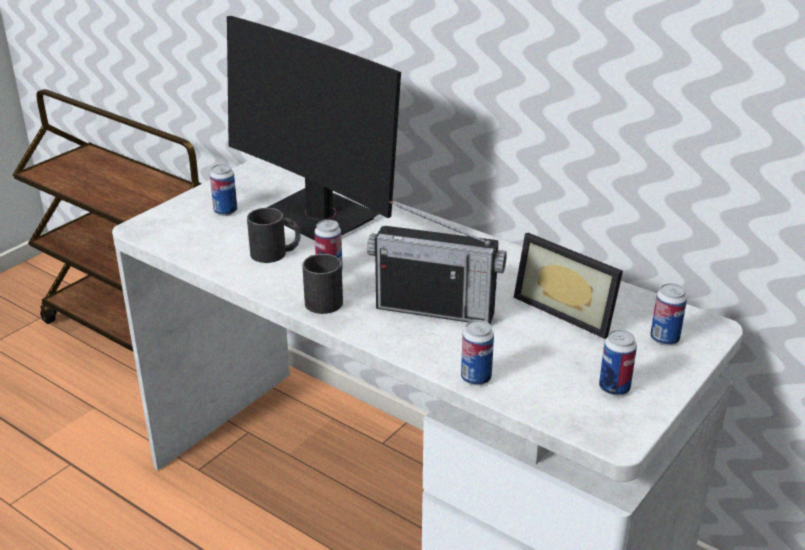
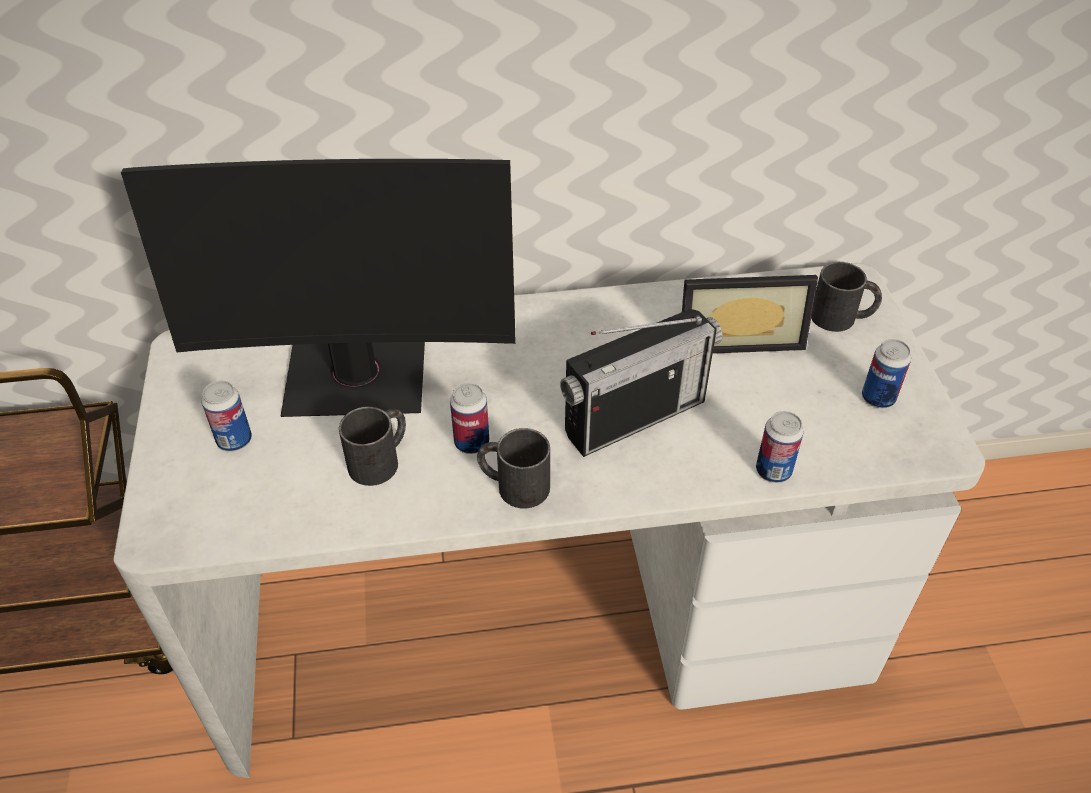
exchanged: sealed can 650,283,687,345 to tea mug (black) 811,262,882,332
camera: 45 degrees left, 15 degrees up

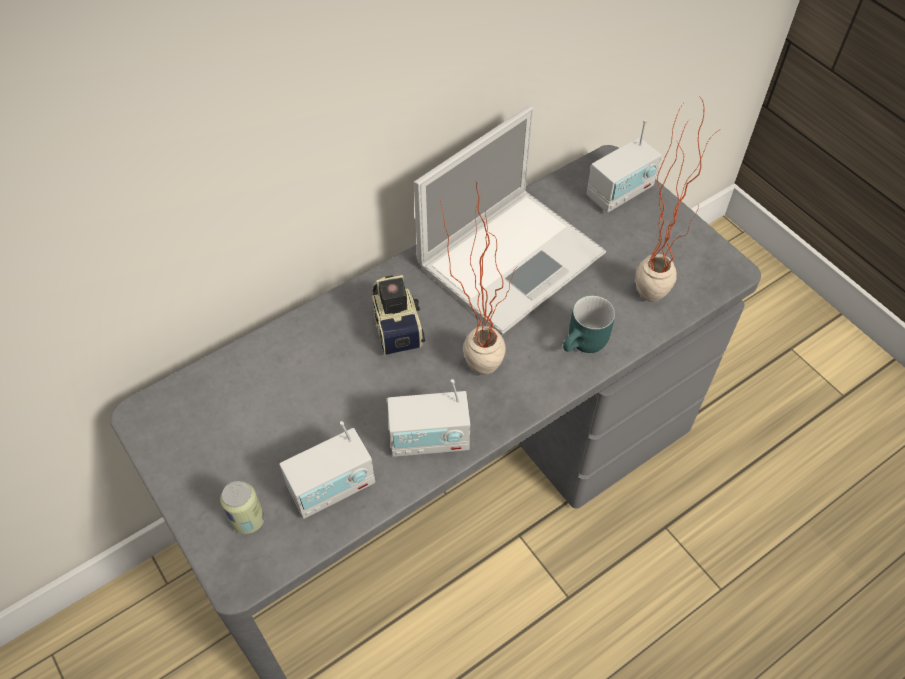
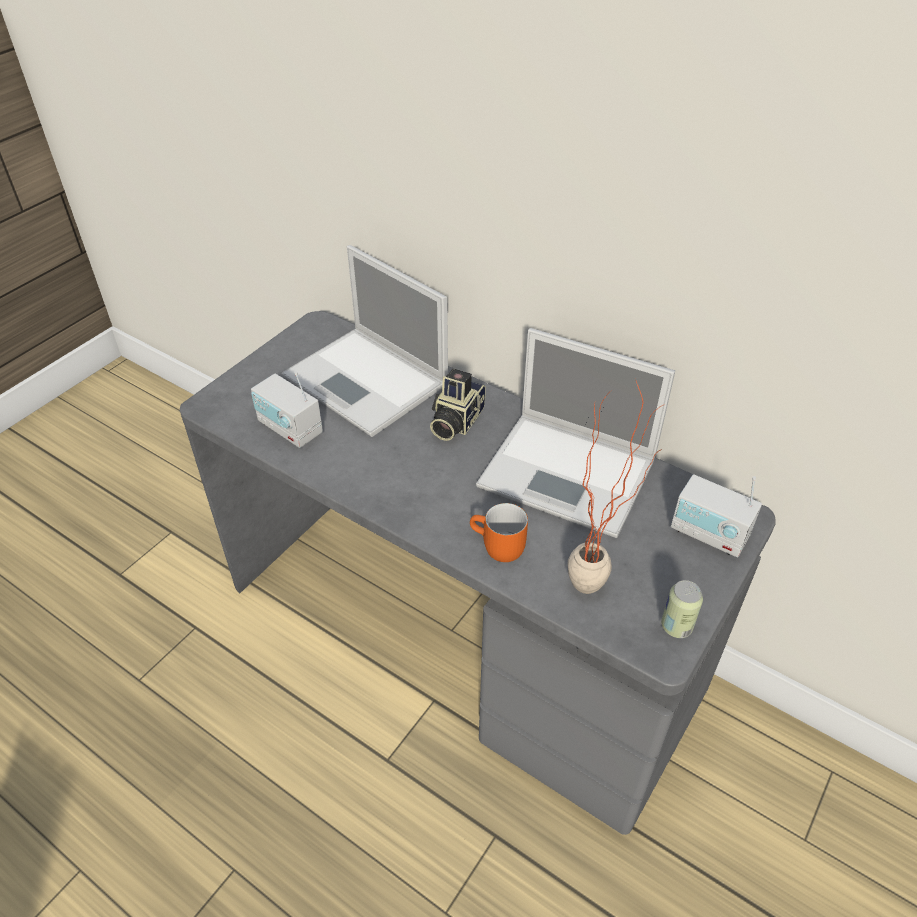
missing: radio receiver 387,379,470,457; plant in a pot 440,182,517,375
appeared: portable computer 282,245,448,437
relocated: sealed can 220,481,265,534 to 661,580,703,638
colour: tea mug (turquoise-coloured) 563,295,615,353 to tea mug (orange-coloured) 470,503,528,562
spun: still camera 372,275,425,356 = 430,368,486,441 150 degrees clockwise
camera: 70 degrees right, 10 degrees down

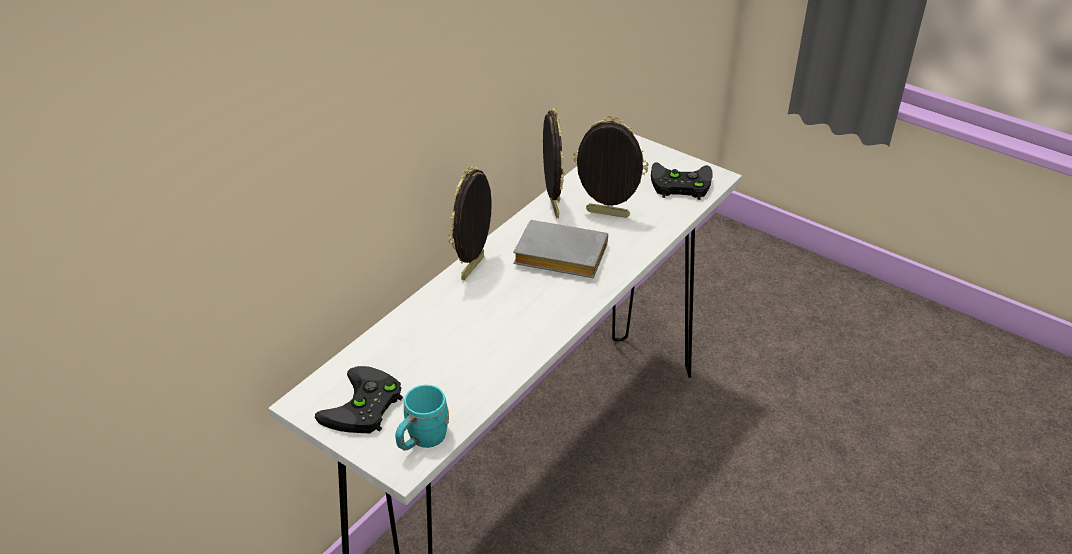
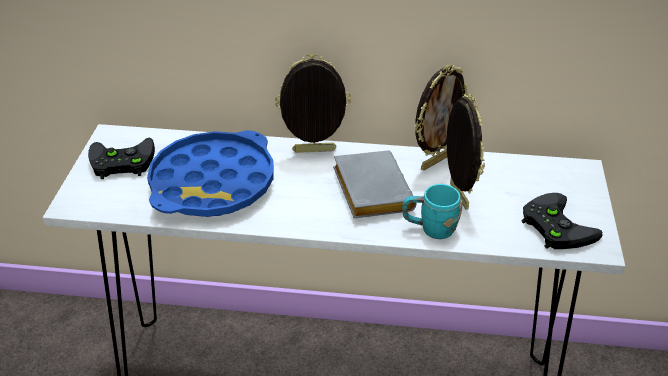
appeared: tray (bluish) 147,130,273,217
relocated: tea mug (turquoise-coloured) 395,385,449,451 to 403,184,462,239
camera: 60 degrees right, 0 degrees up

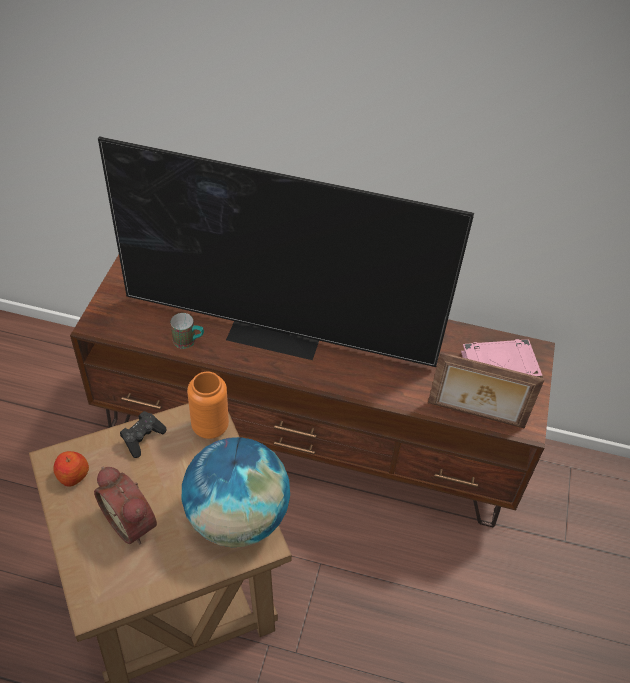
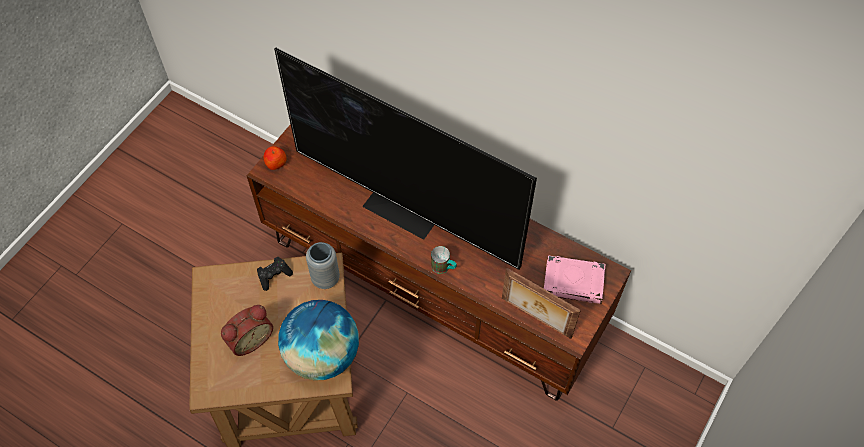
relocated: apple fruit 53,451,89,487 to 263,146,287,170; tea mug 171,313,204,349 to 431,246,457,274
colour: vase (orange-coloured) 187,372,229,439 to vase (greyish) 306,242,340,289
spun: bedside clock 94,467,157,544 = 221,305,273,356 105 degrees counterclockwise
camera: 20 degrees right, 10 degrees up

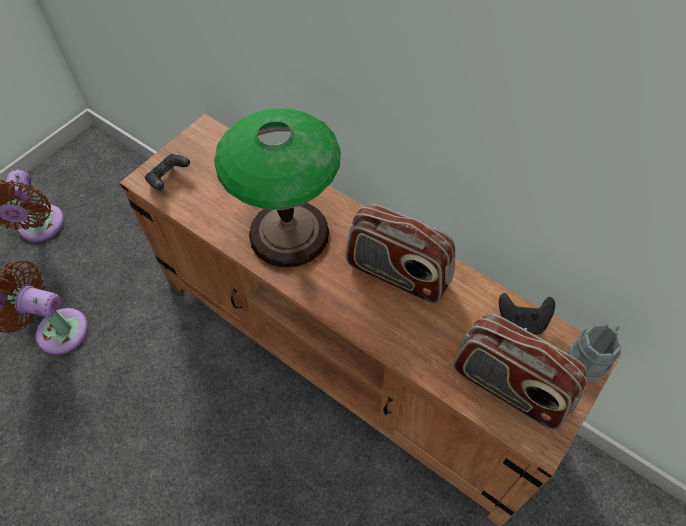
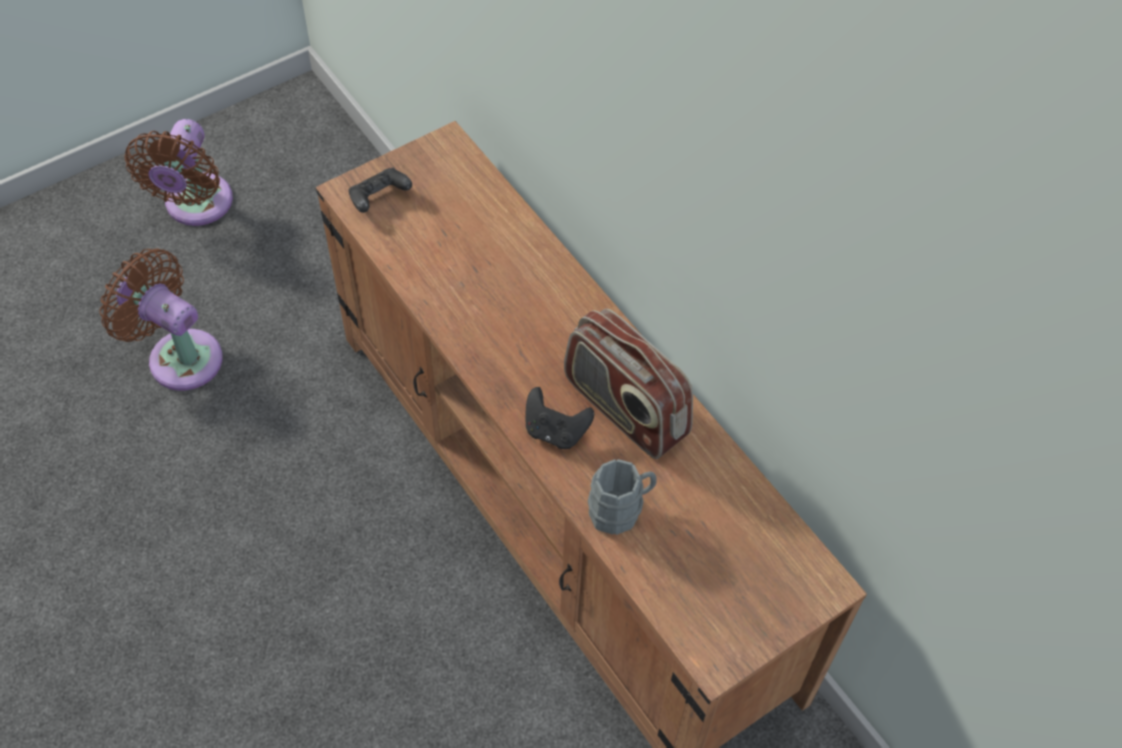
missing: table lamp 214,109,341,267; radio receiver 453,313,587,430
relocated: joypad (black) 499,293,555,335 to 526,387,594,449; tea mug (greyish) 568,324,622,382 to 588,459,657,535
camera: 15 degrees right, 0 degrees up

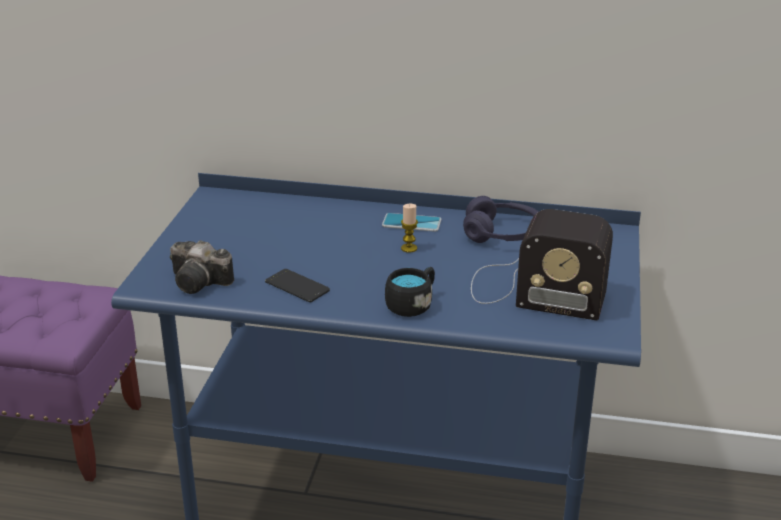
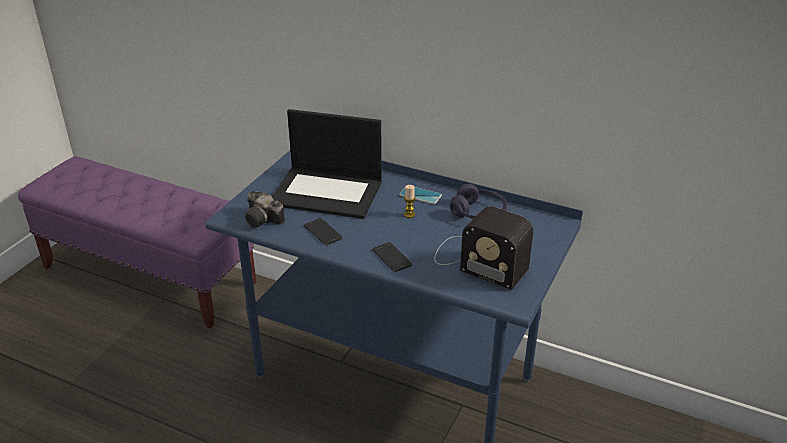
appeared: portable computer 272,109,382,219
exchanged: tea mug (black) 385,267,435,317 to handset 372,242,412,272
camera: 15 degrees right, 5 degrees up

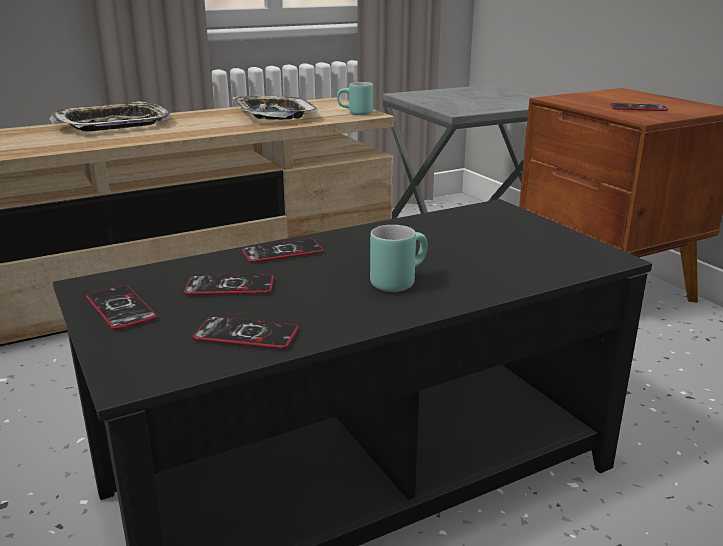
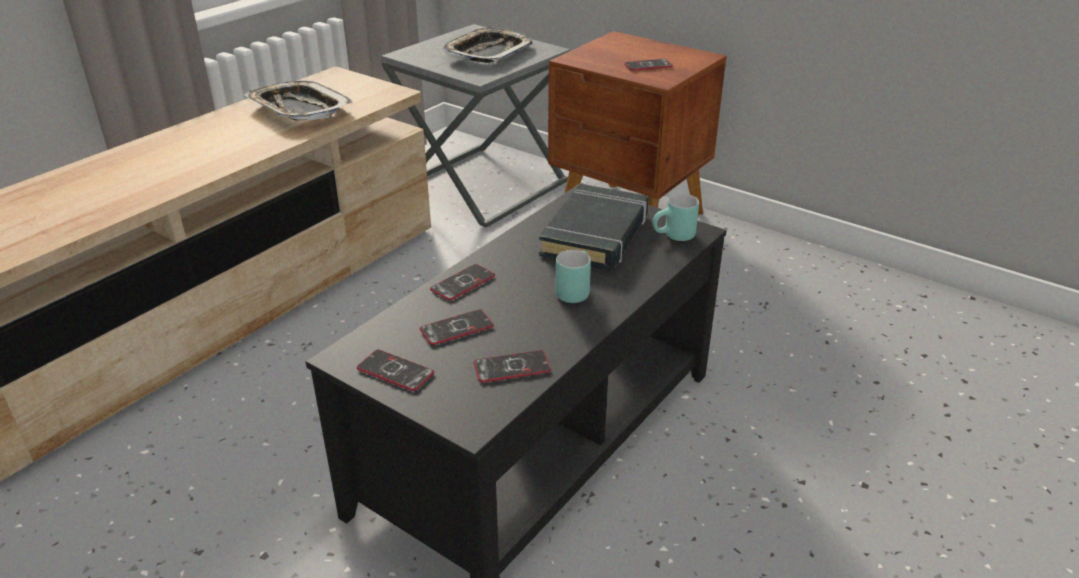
appeared: volume (black) 539,184,649,271
relocated: tray 49,101,172,132 to 443,27,533,63; tea mug (turquoise-coloured) 337,82,373,115 to 653,194,699,241
camera: 25 degrees left, 10 degrees up

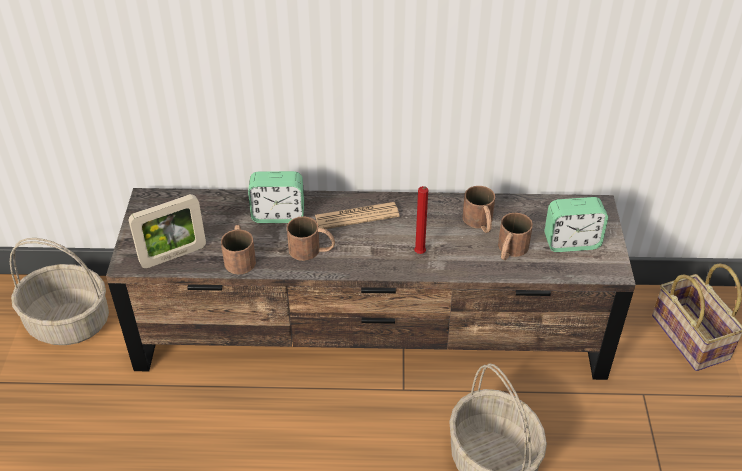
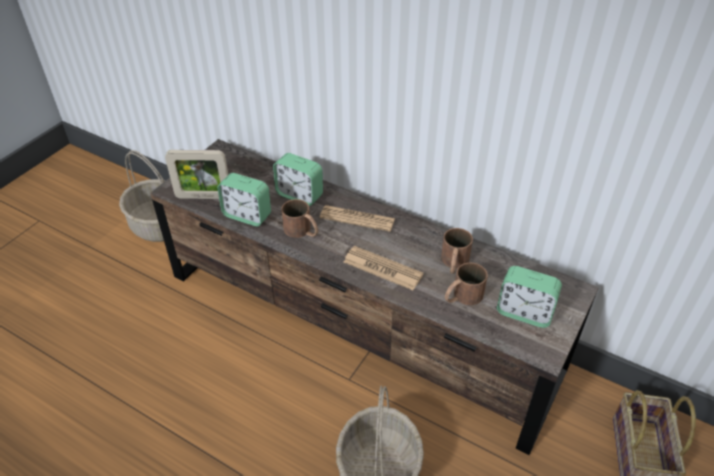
exchanged: tea mug (brownish) 221,225,256,274 to bedside clock 217,173,271,226; wax candle (red) 414,186,428,254 to daily paper 343,246,424,290
camera: 30 degrees right, 0 degrees up

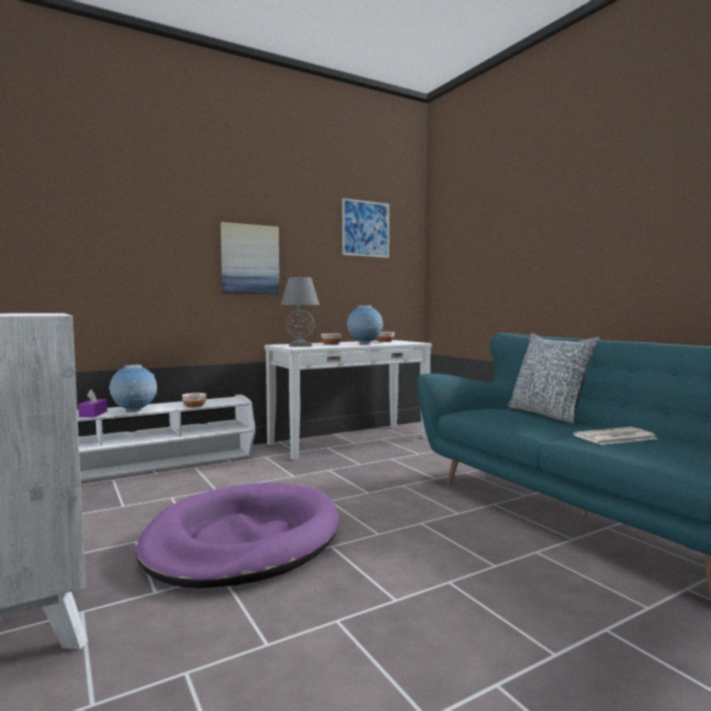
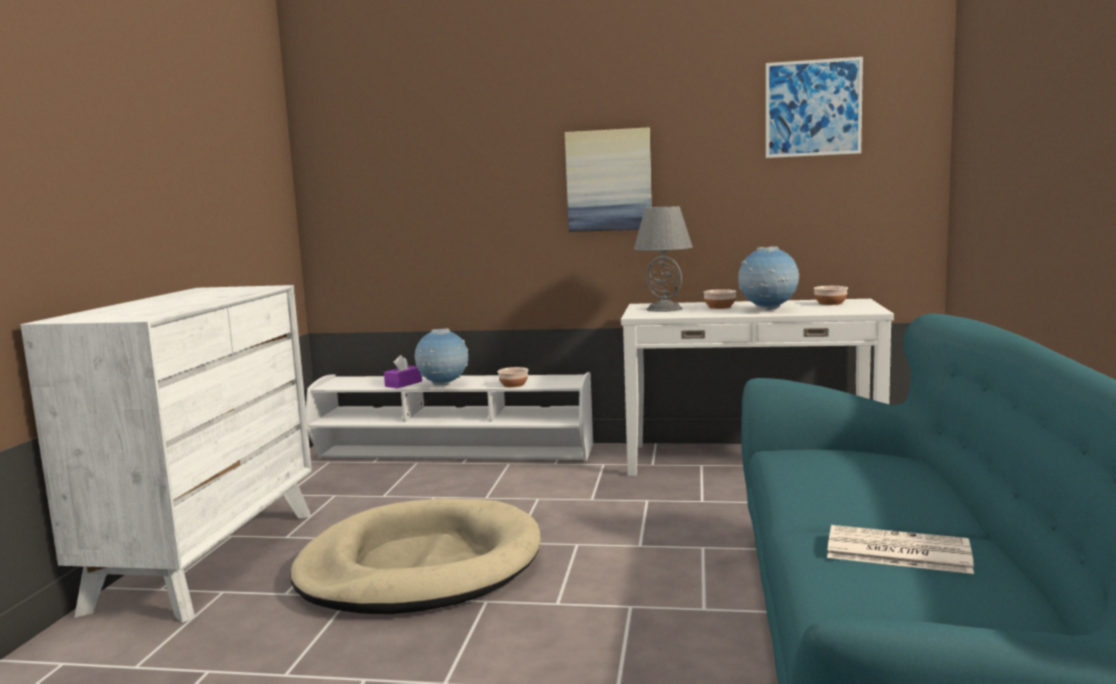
missing: cushion 508,333,600,424
colour: dog bed (purple) 136,482,339,588 to dog bed (beige) 290,498,541,614
camera: 40 degrees right, 5 degrees up

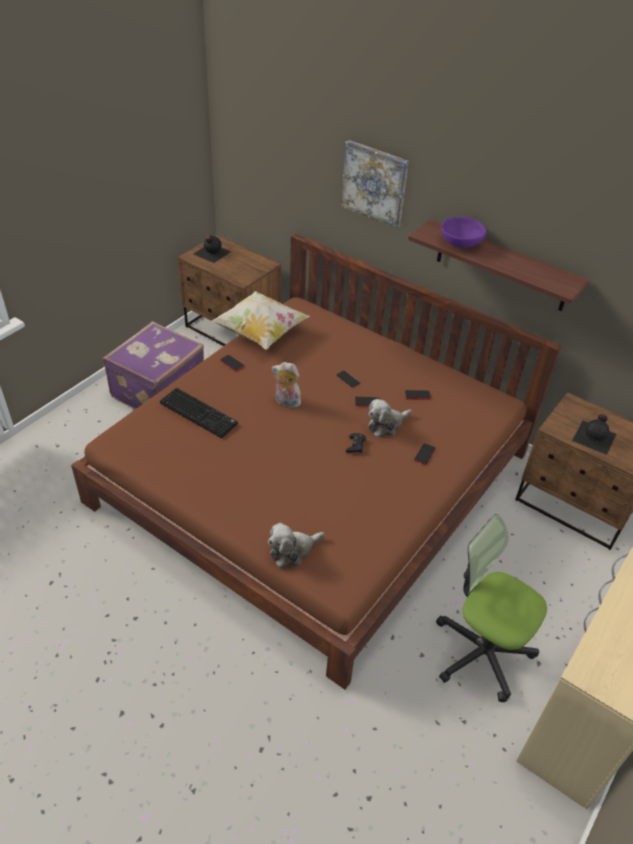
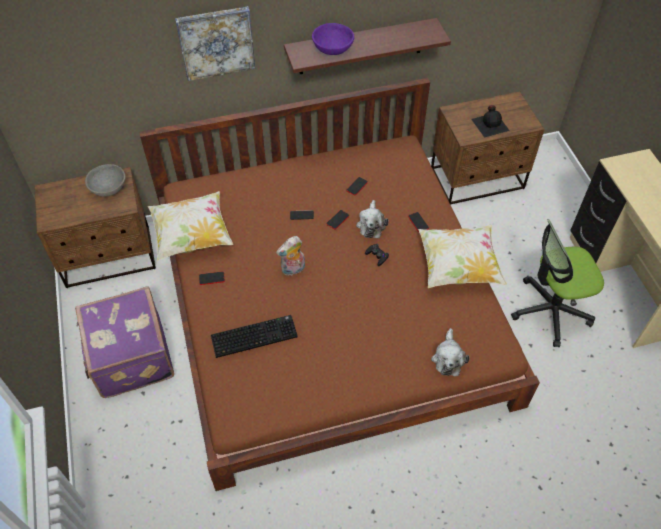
missing: beverage bottle (black) 194,235,231,263
appeared: deep dish (greyish) 85,164,126,197; cushion 418,225,507,288
camera: 50 degrees left, 10 degrees up

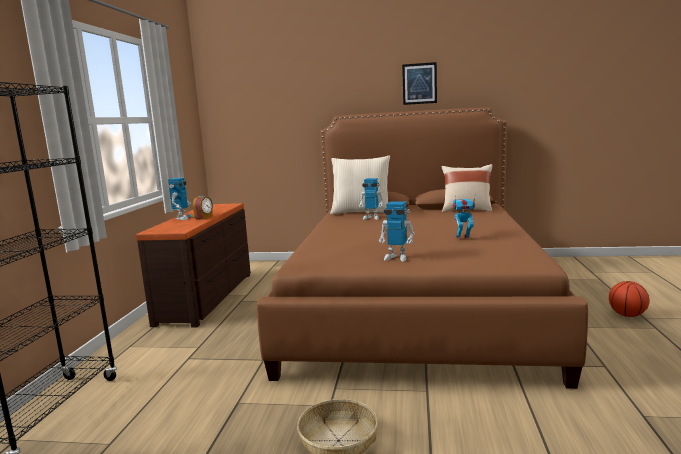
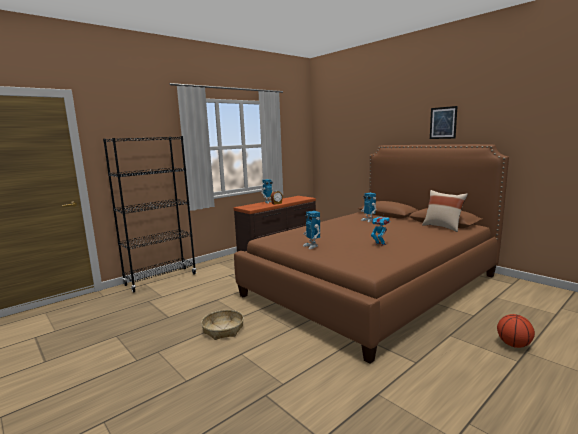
missing: cushion (beige) 330,155,390,215
camera: 40 degrees right, 0 degrees up

